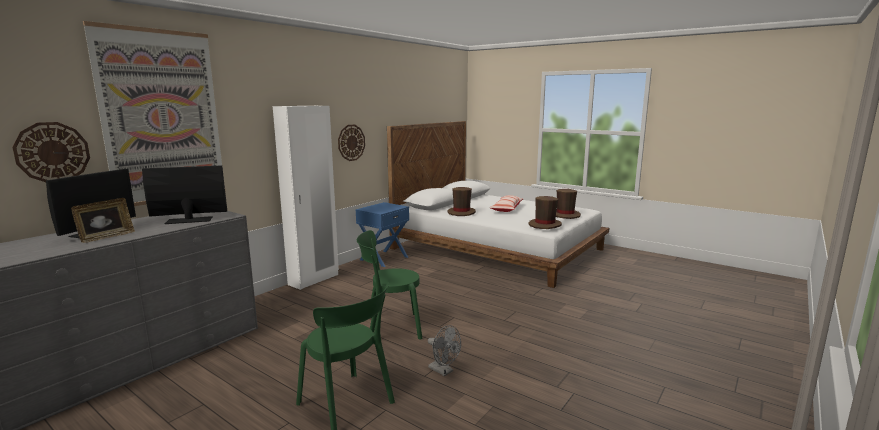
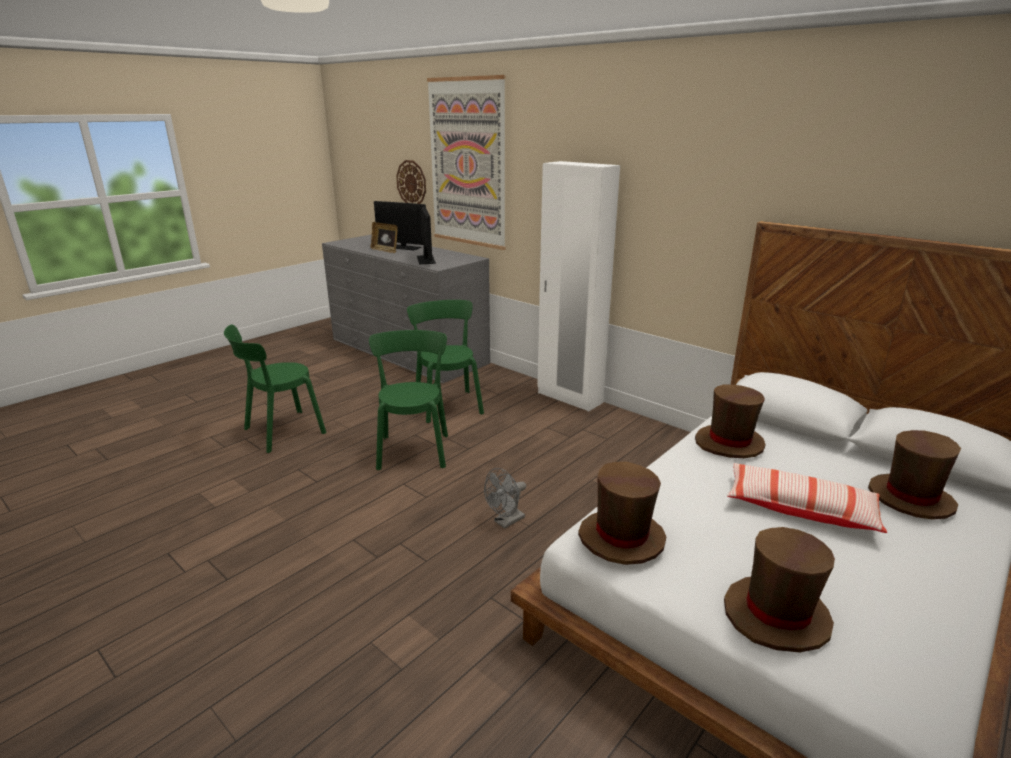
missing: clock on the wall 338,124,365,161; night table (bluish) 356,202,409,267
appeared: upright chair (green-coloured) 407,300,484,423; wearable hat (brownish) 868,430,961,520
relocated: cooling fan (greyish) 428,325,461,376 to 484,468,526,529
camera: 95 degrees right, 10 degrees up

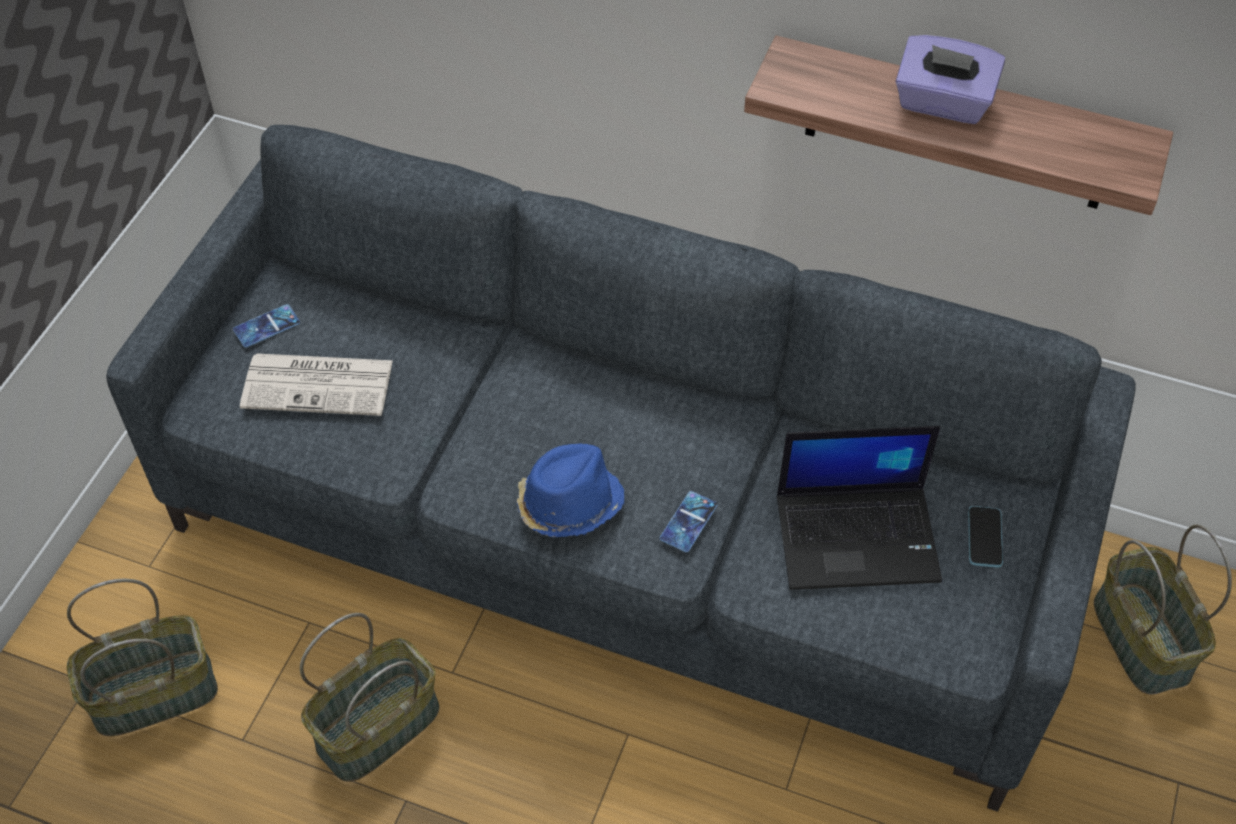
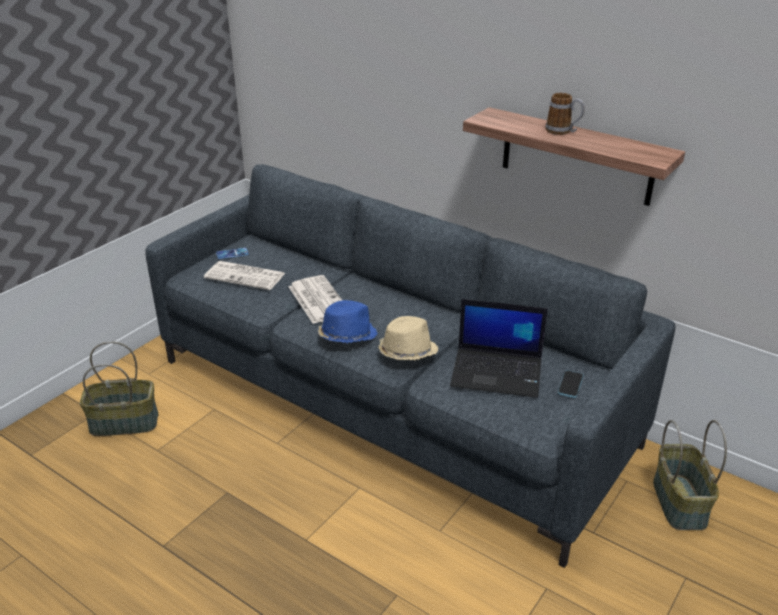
missing: basket 300,613,439,782
appeared: daily paper 289,275,342,324
exchanged: handset 660,491,718,552 to wearable hat (beige) 378,316,438,361; tissue box (purple) 895,35,1005,124 to tea mug 545,93,585,135
camera: 15 degrees right, 20 degrees down

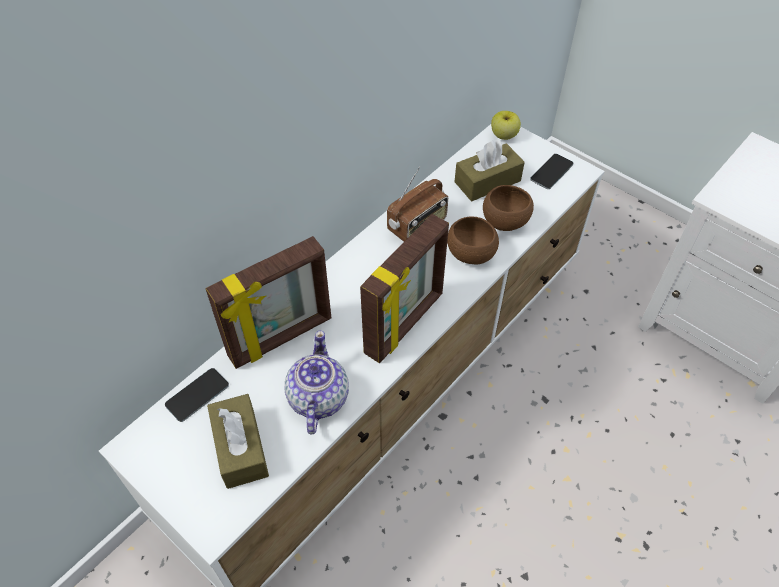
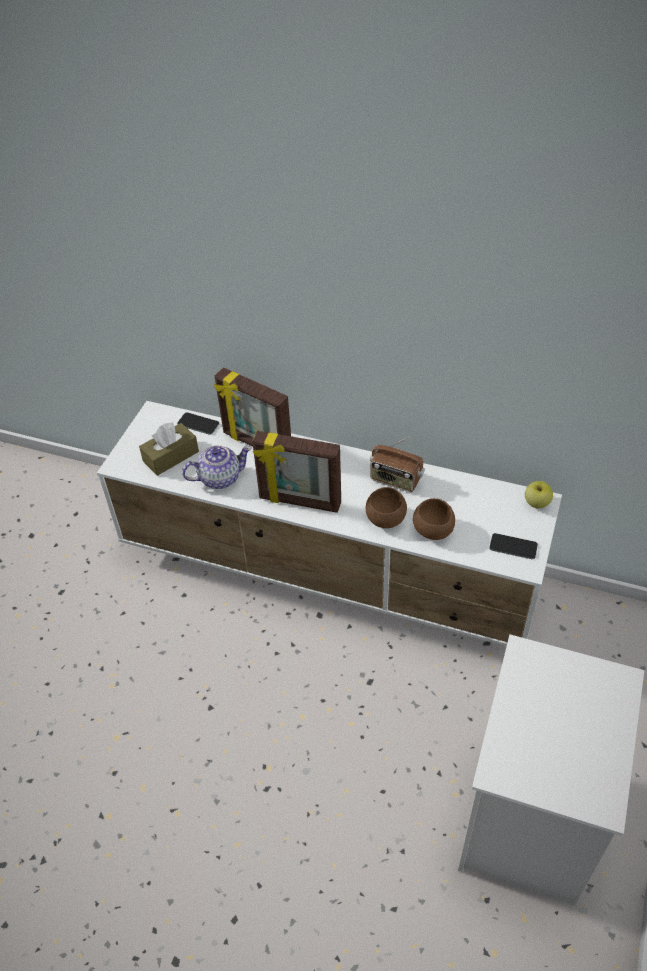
missing: tissue box (brownish) 455,140,525,201
camera: 70 degrees right, 5 degrees down

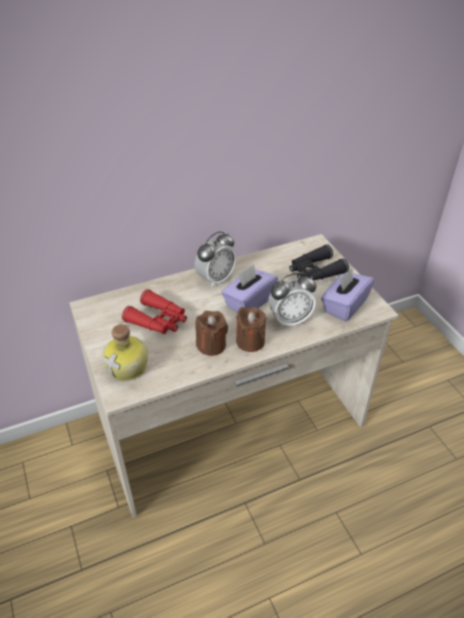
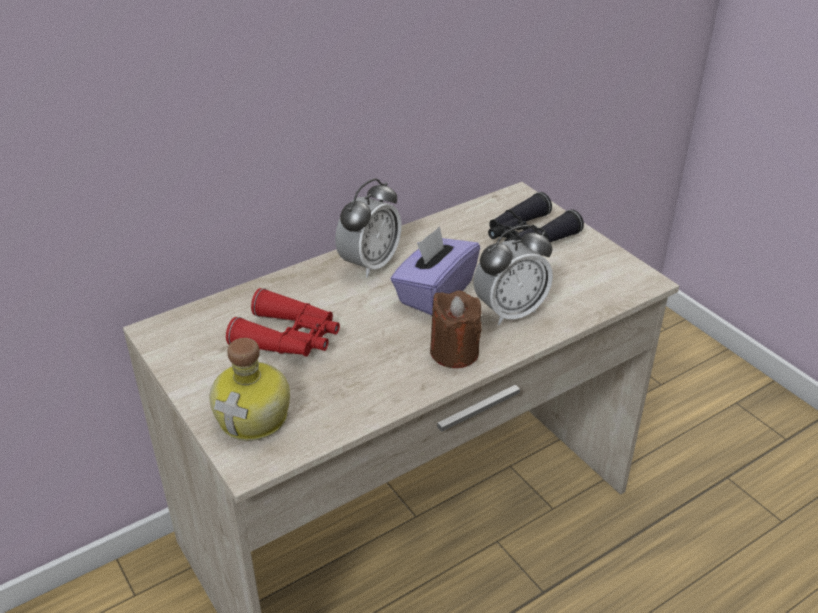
missing: wax candle (brownish) 195,311,228,356; tissue box (purple) 321,268,374,322
camera: 10 degrees left, 5 degrees down

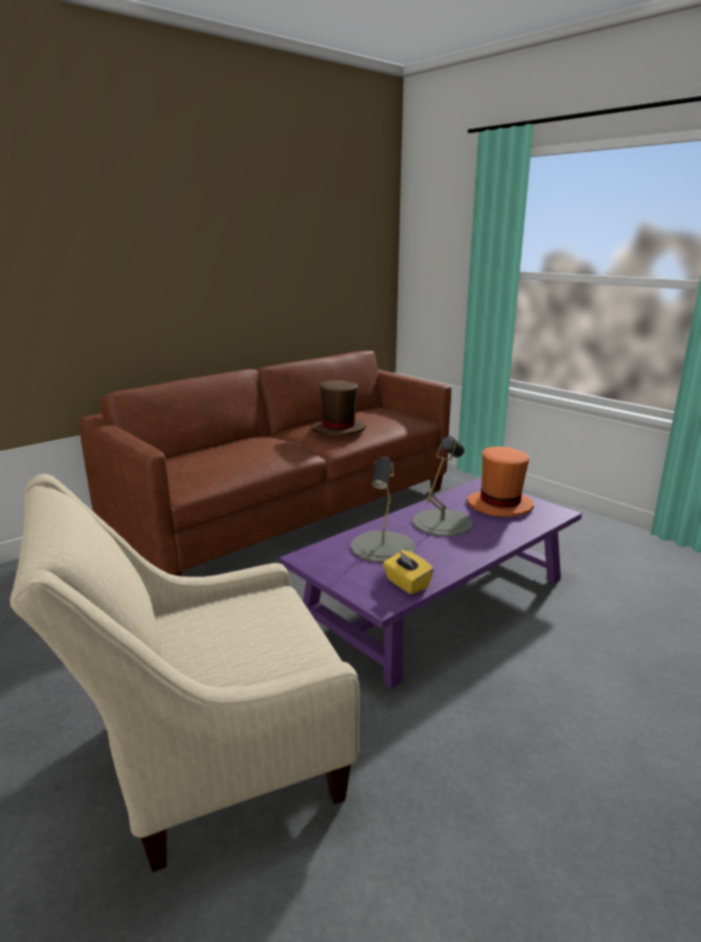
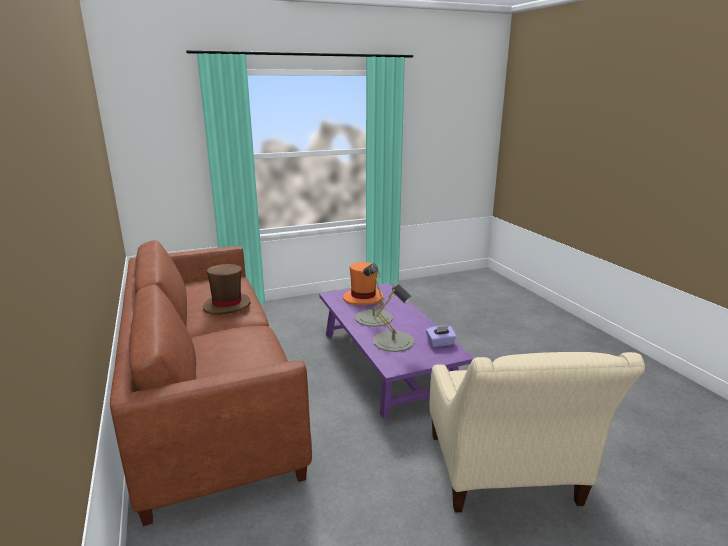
colour: tissue box (yellowish) 383,549,434,595 to tissue box (purple) 426,325,457,347
camera: 70 degrees left, 0 degrees up

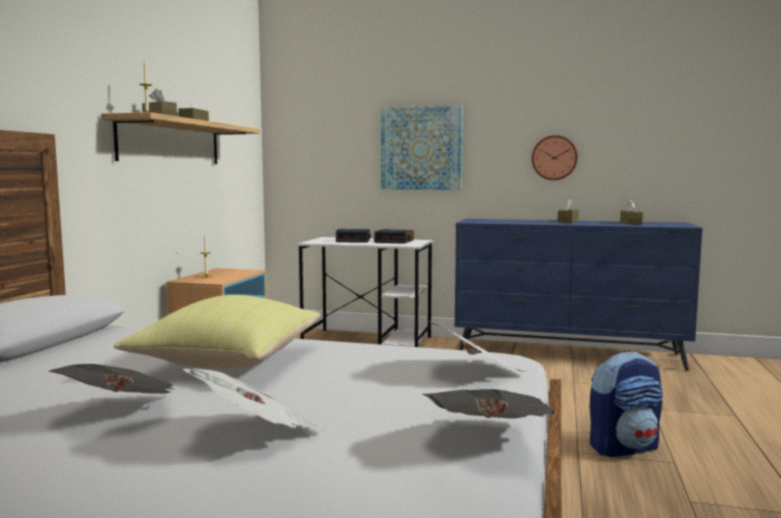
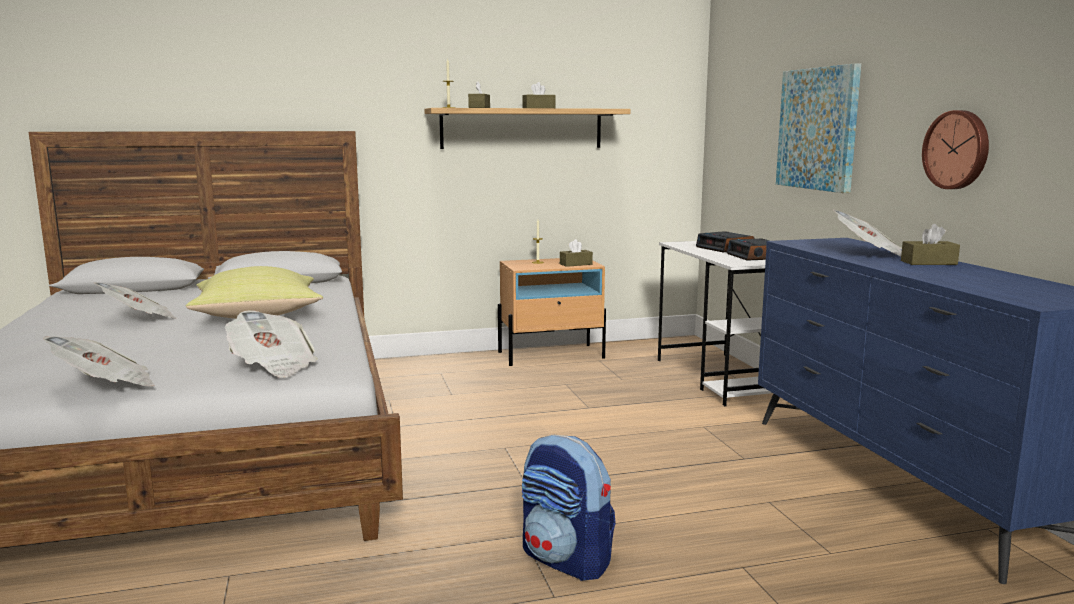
relocated: tissue box (brownish) 620,200,643,225 to 560,239,593,267; daily paper 182,369,324,429 to 833,209,902,257
camera: 60 degrees right, 5 degrees up

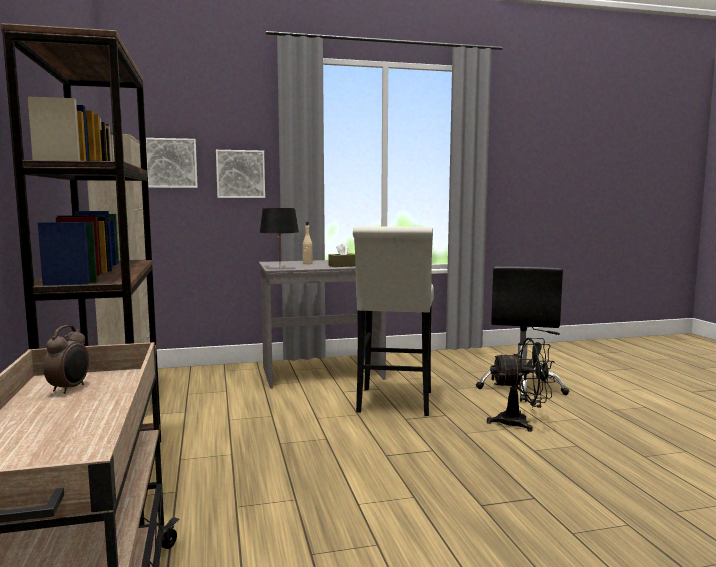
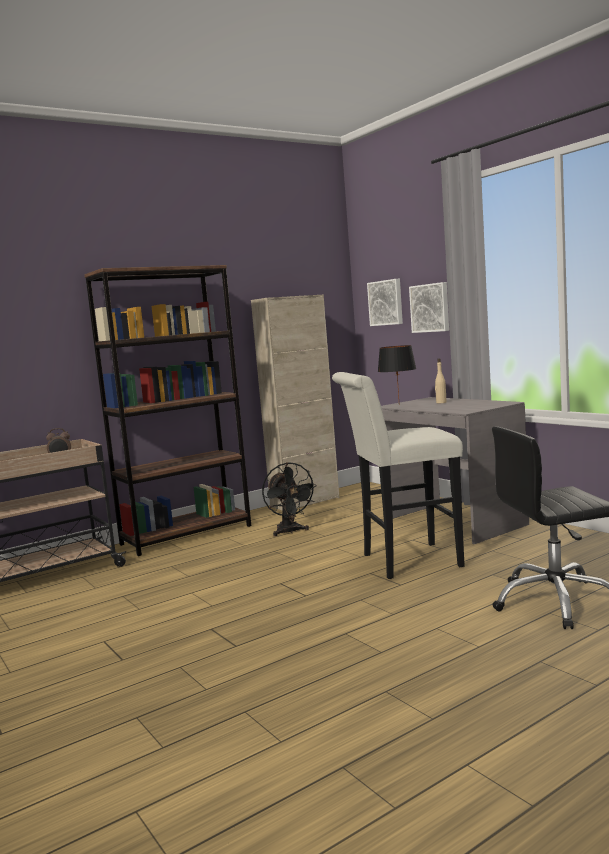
missing: tissue box (brownish) 329,243,355,267
relocated: cooling fan (black) 487,338,555,432 to 262,462,317,537
camera: 70 degrees right, 0 degrees up

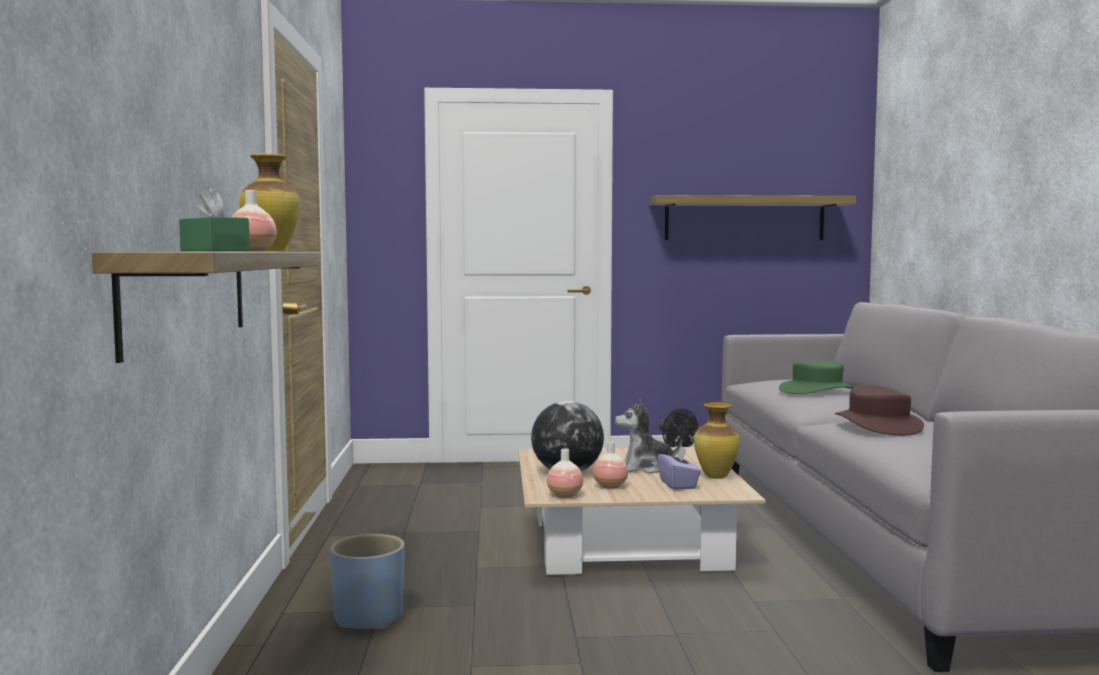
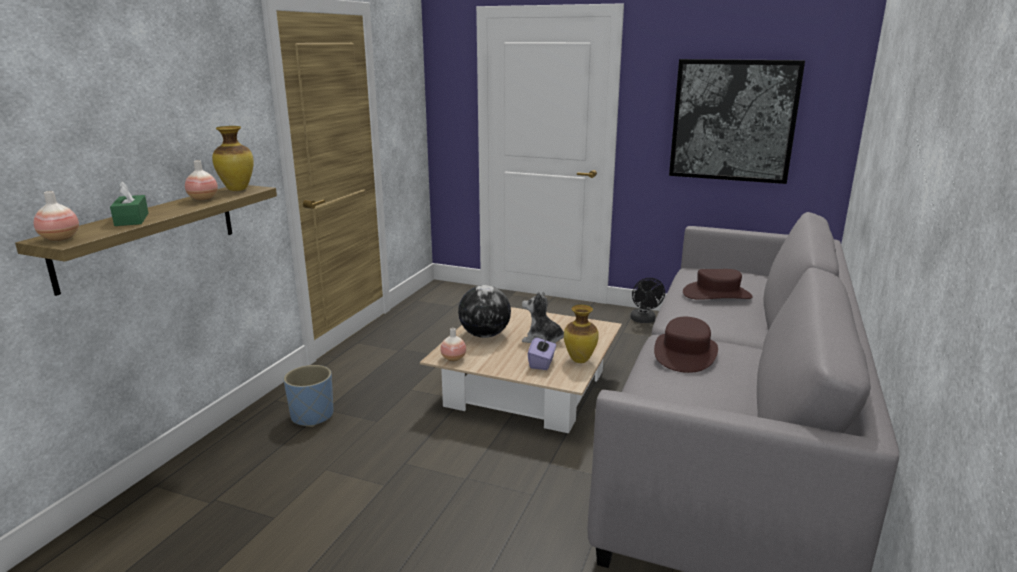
relocated: vase 593,441,628,489 to 34,191,79,241
exchanged: wall shelf 650,195,856,240 to wall art 669,59,805,184
colour: wearable hat (green-coloured) 779,361,853,394 to wearable hat (brownish) 683,269,753,300
camera: 25 degrees right, 15 degrees up

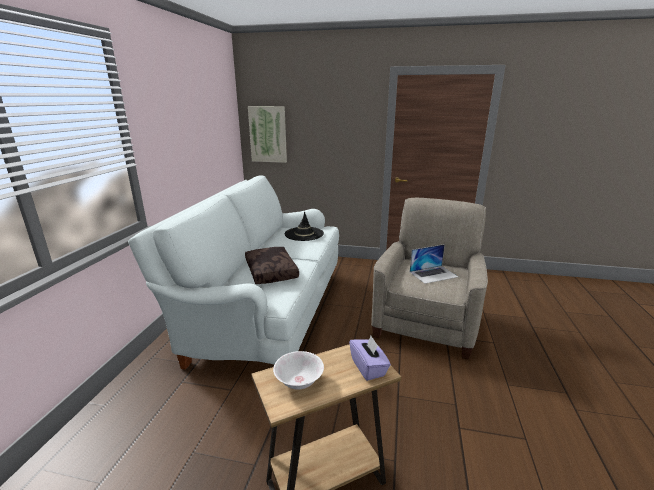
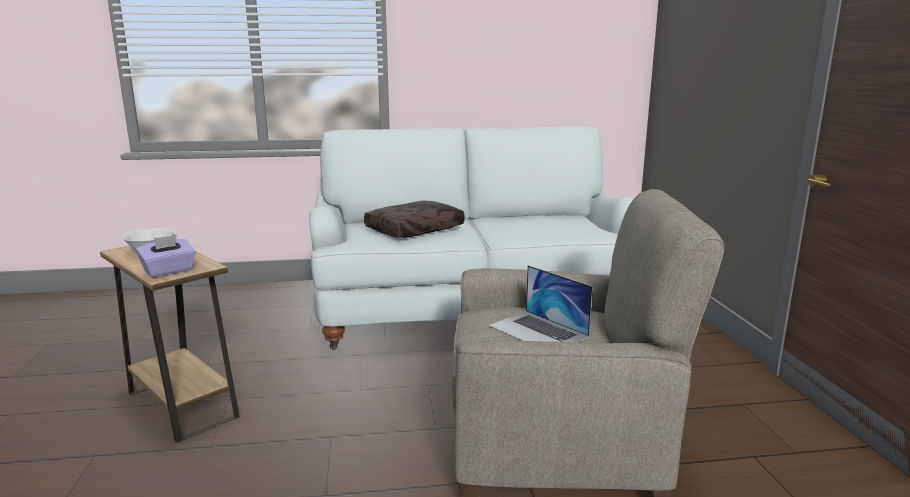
missing: wall art 248,106,287,163; wearable hat (black) 285,212,324,241
camera: 70 degrees right, 5 degrees down

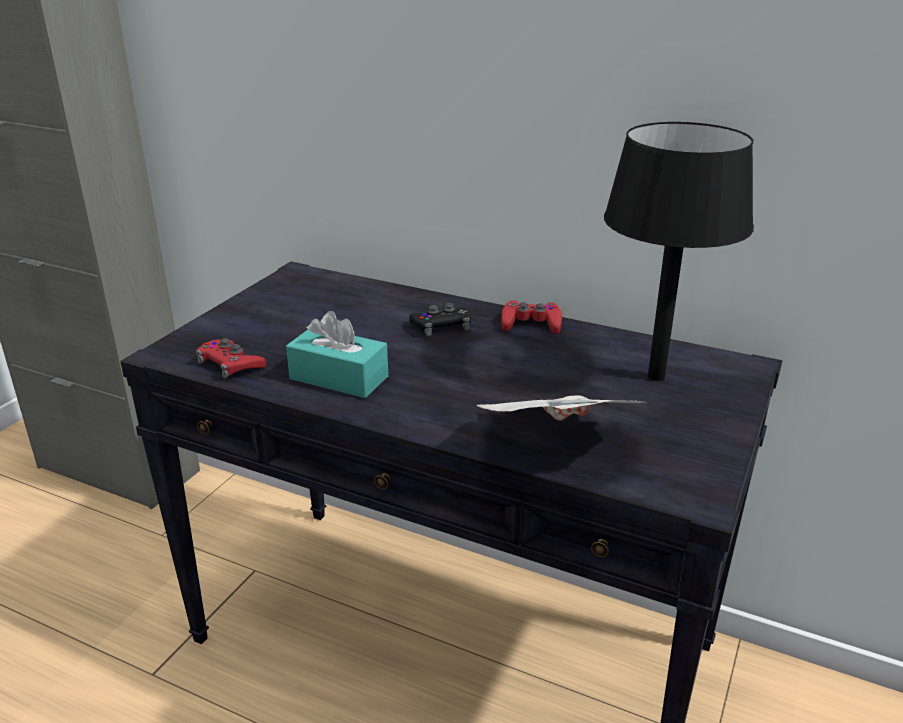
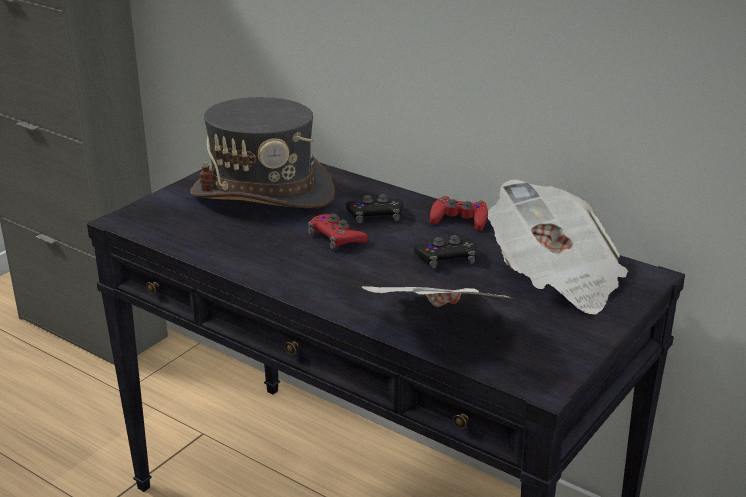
missing: tissue box (turquoise-coloured) 286,311,388,398
appeared: wearable hat (greyish) 190,97,335,208; joypad (black) 414,235,476,268
relocated: joypad (red) 196,338,266,379 to 308,213,368,249
exchanged: table lamp (black) 604,122,754,381 to daily paper 488,179,628,315
camera: 10 degrees right, 0 degrees up

